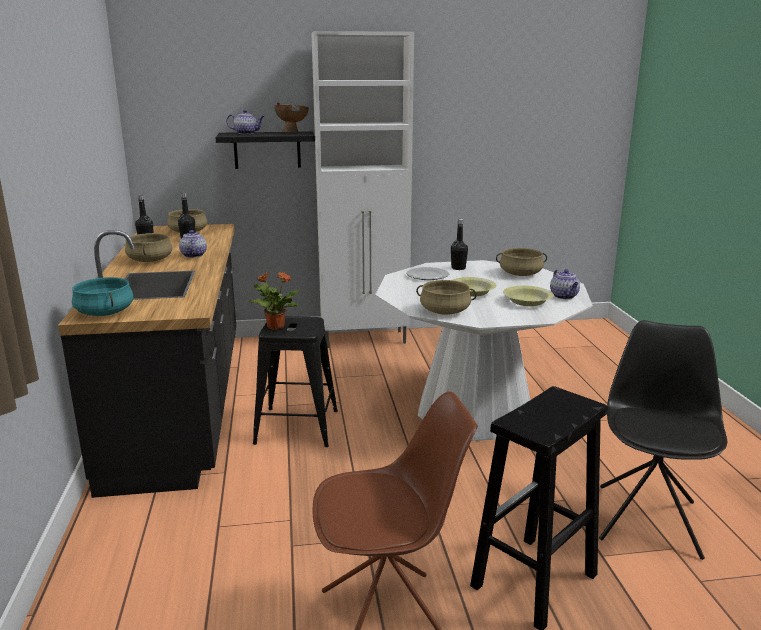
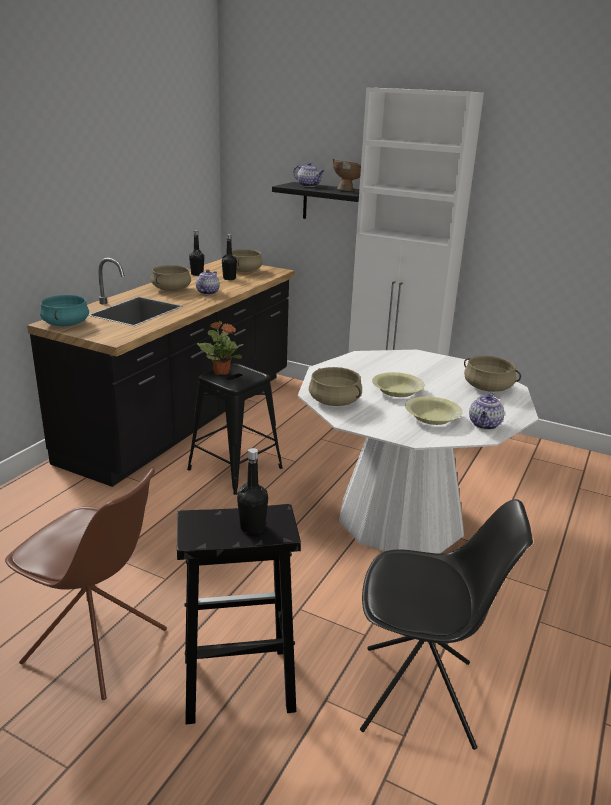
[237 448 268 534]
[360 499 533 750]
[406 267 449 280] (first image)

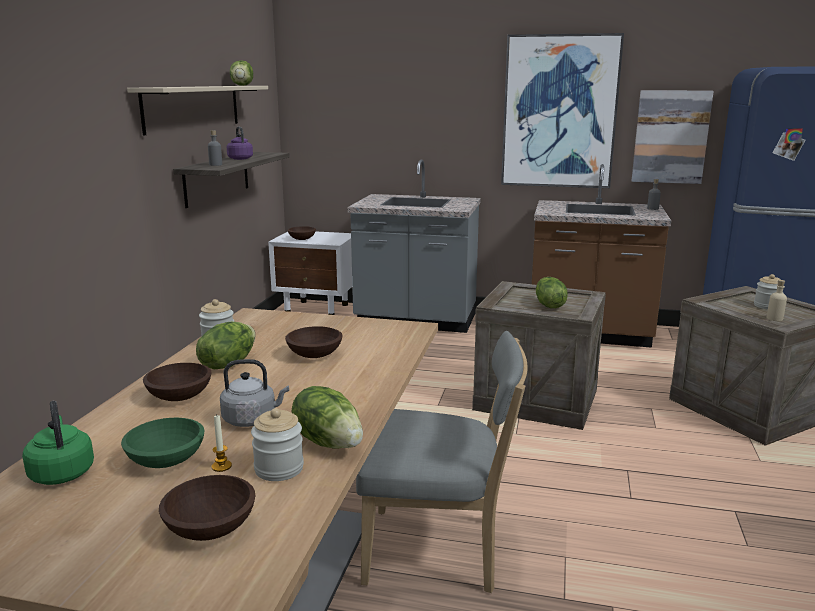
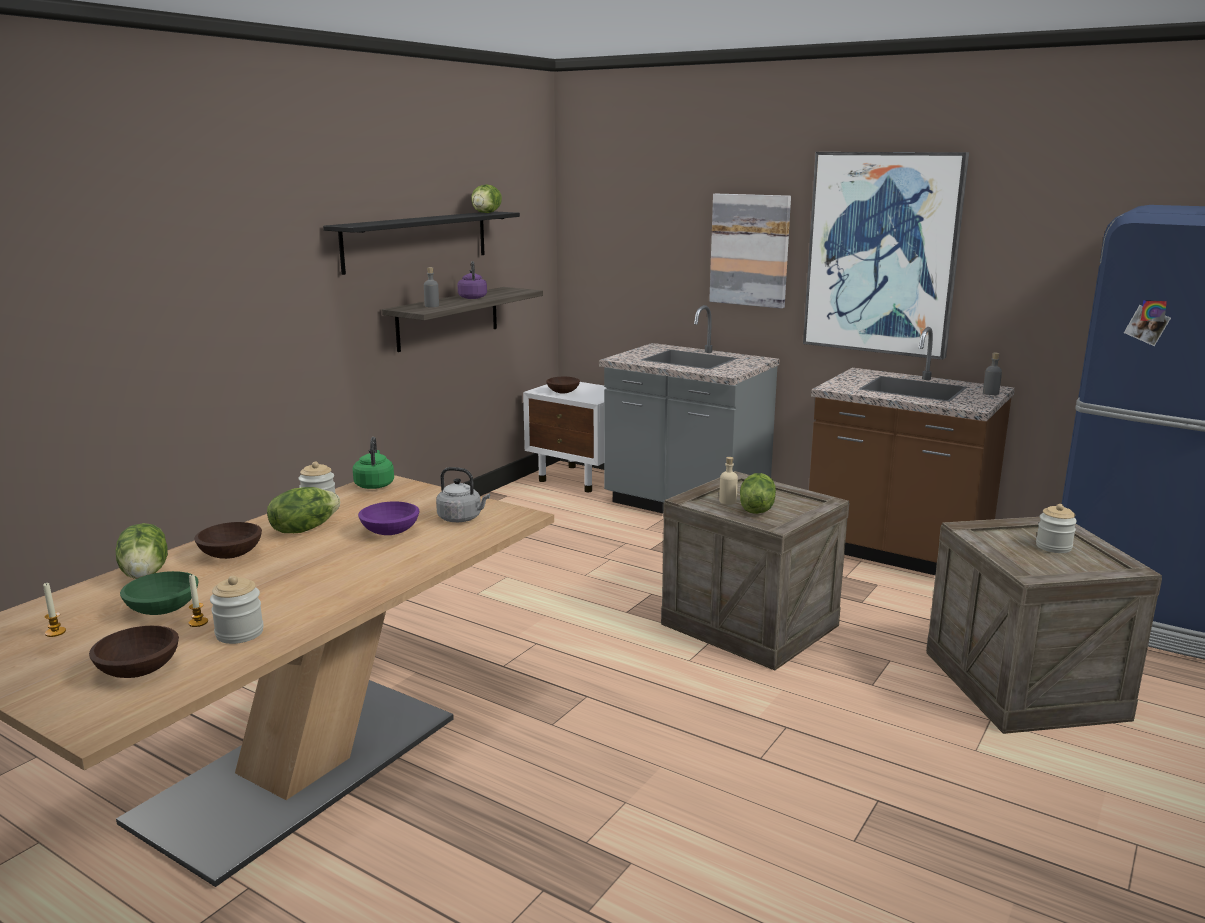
[43 583 66 637]
[116 523 168 579]
[323 212 520 275]
[353 437 394 489]
[358 501 419 535]
[436 467 490 522]
[709 194 791 309]
[719 457 738 505]
[356 331 528 593] (first image)

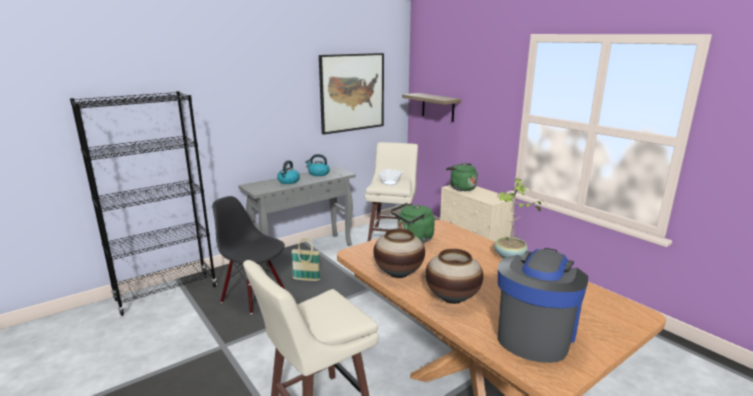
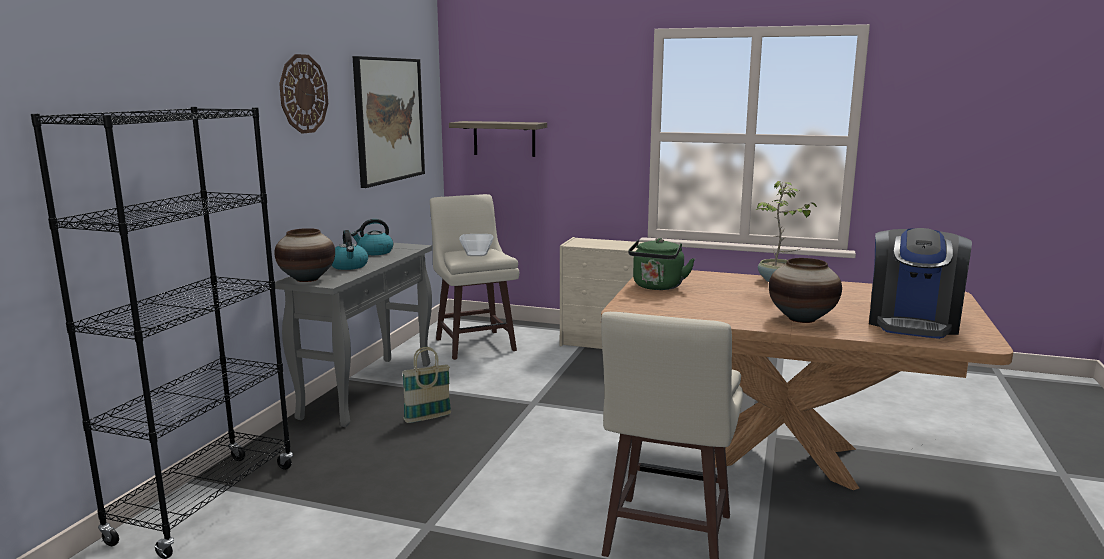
[274 228 335 282]
[279 54 328 134]
[869 228 972 339]
[212 196 285 314] (first image)
[446 163 477 191] (first image)

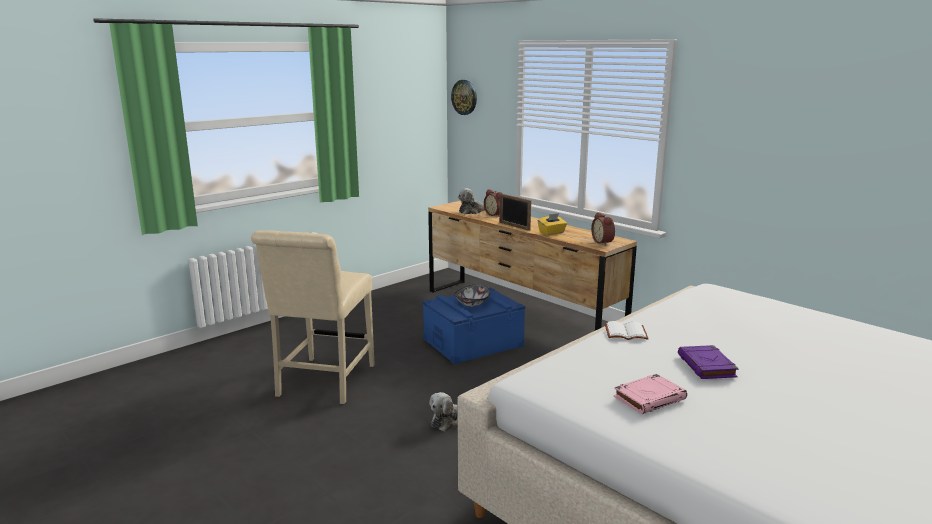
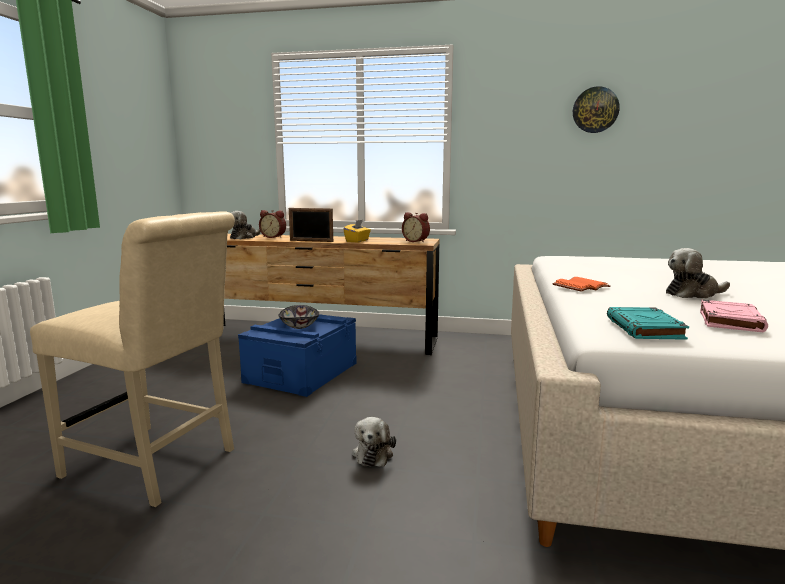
[30 211 235 507]
[553 277 610 292]
[573 86 620 133]
[607 307 689 340]
[666 248 730 299]

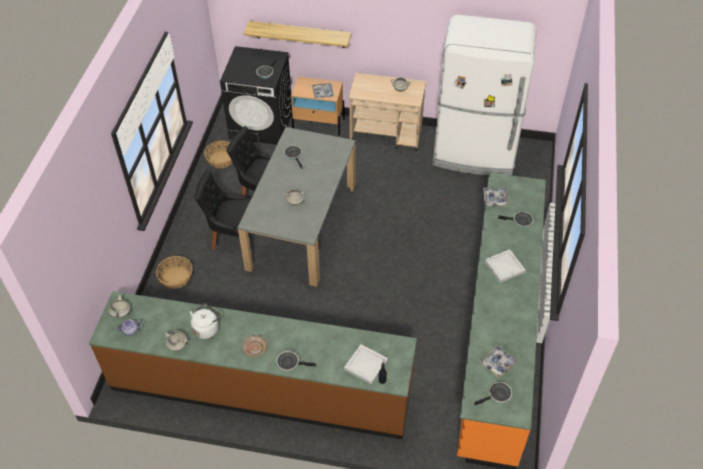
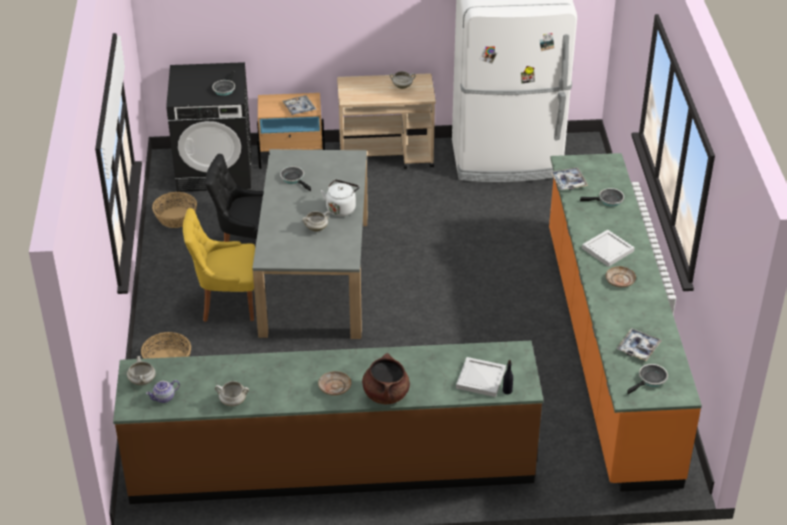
[183 208 255 322]
[321 179 360 217]
[362 353 410 404]
[606 266 636 287]
[244 21 352 48] (first image)

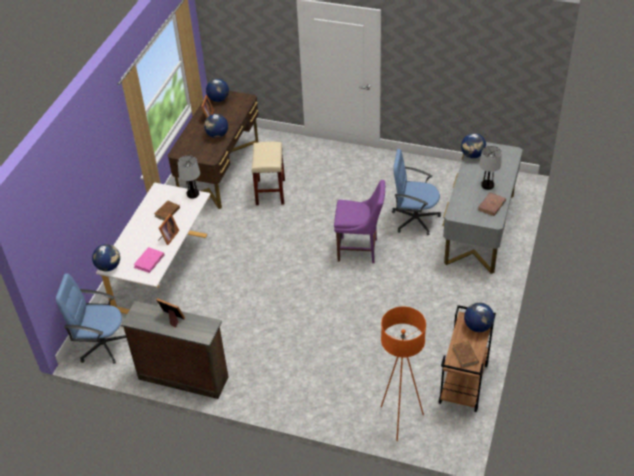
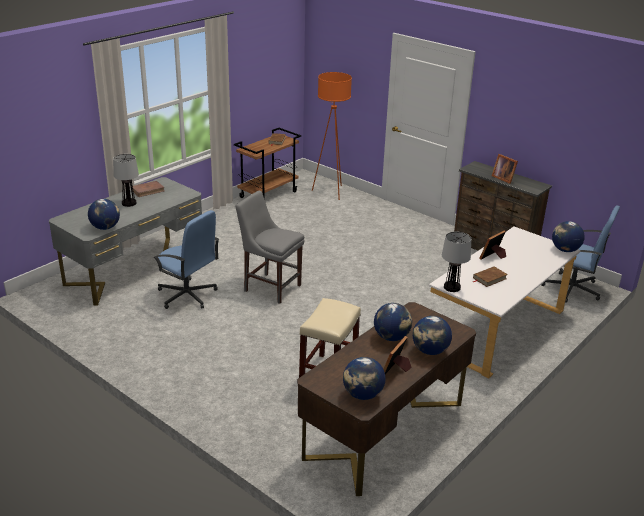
[236 191 304 304]
[413 316 452 355]
[134 247 164 273] (first image)

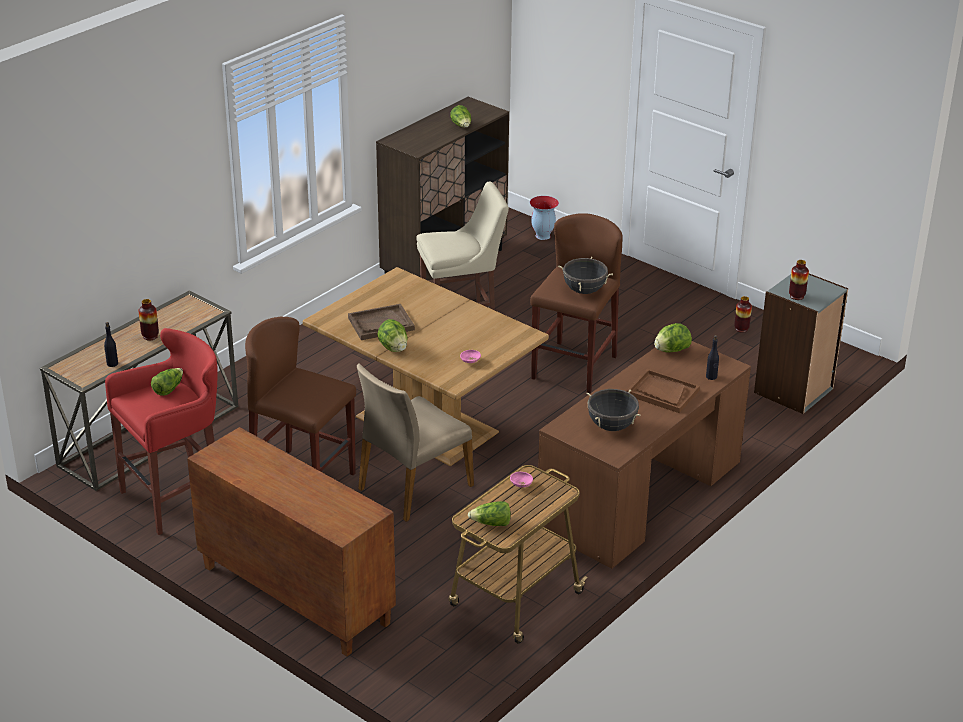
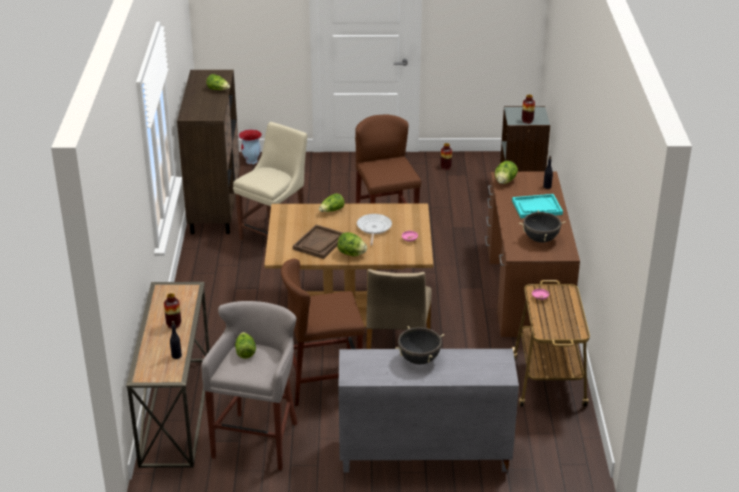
[201 301 298 470]
[319 193 345 212]
[338 349 519 472]
[357 214 392 245]
[395 326 444 365]
[512 194 563 218]

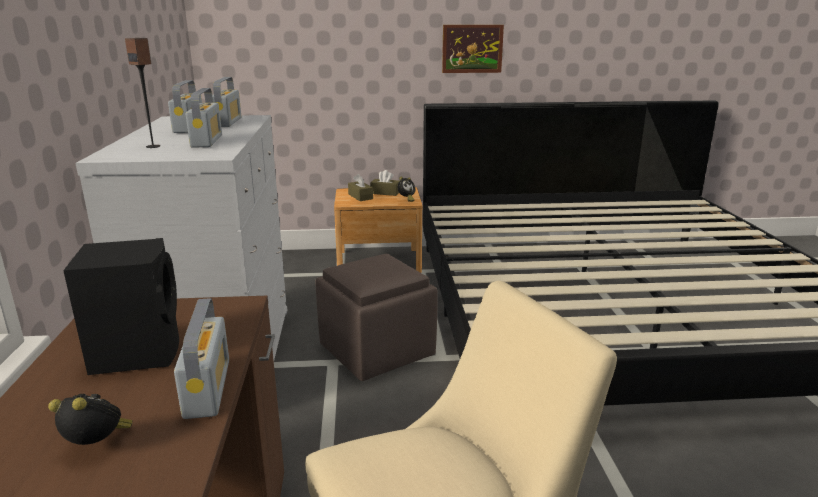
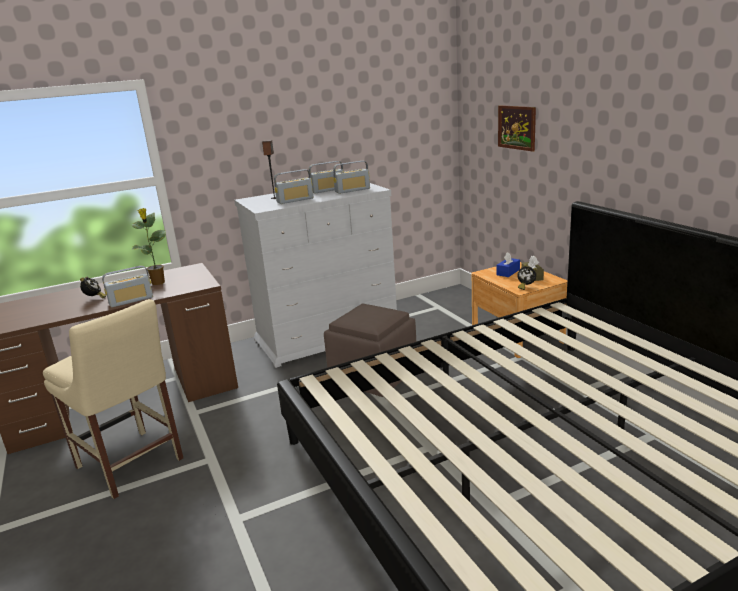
[131 208 166 285]
[497 252 520 277]
[498 105 536 152]

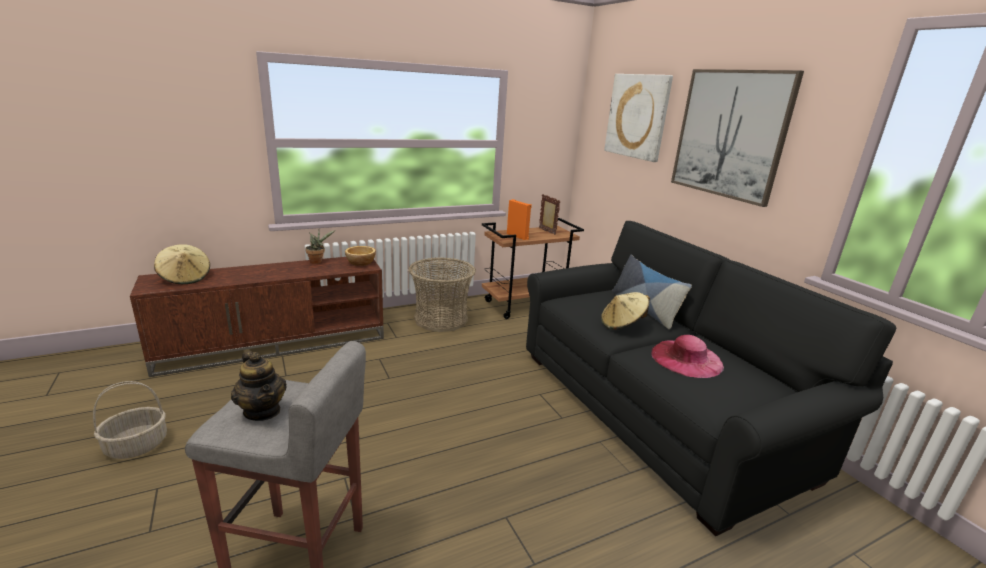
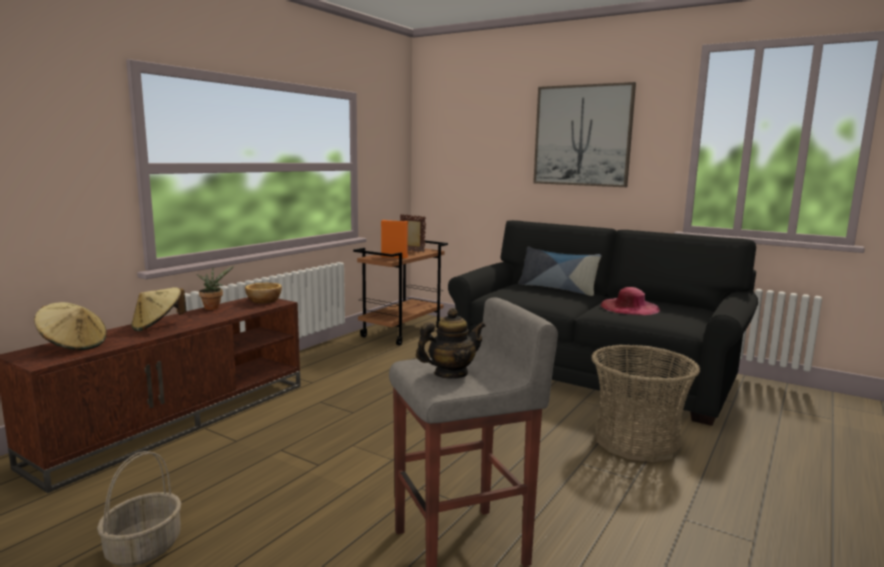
[131 287 186 331]
[416 308 486 379]
[591 344 700 462]
[604 74 673 162] (first image)

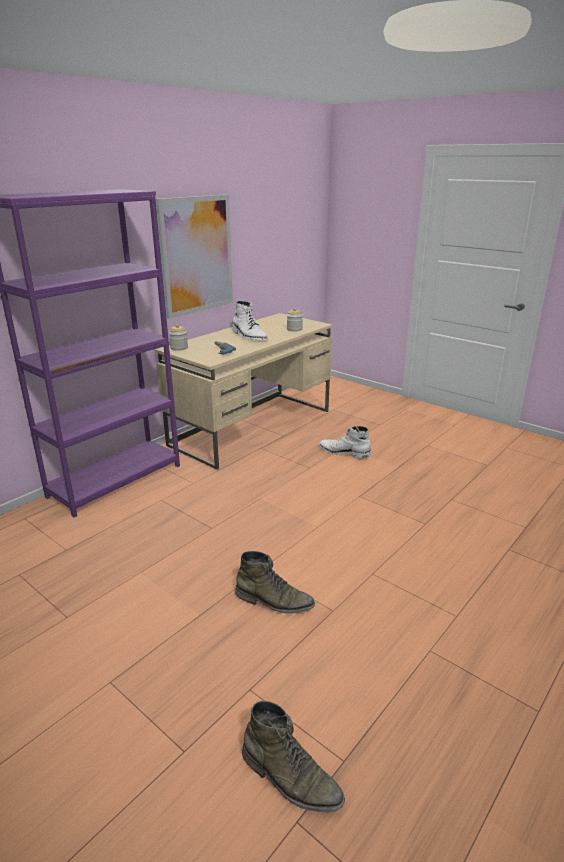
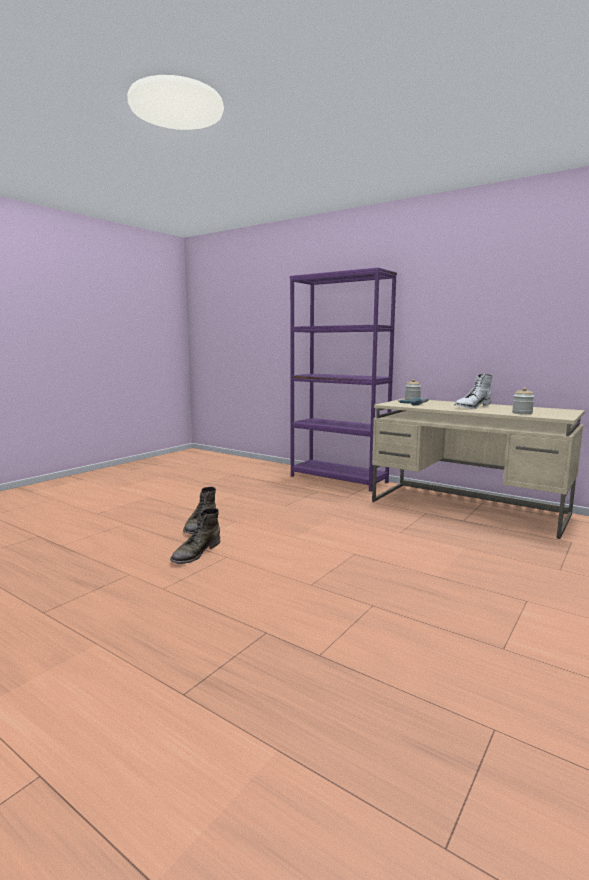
[170 508 220 564]
[156 194 233 319] (first image)
[319 426 371 459] (first image)

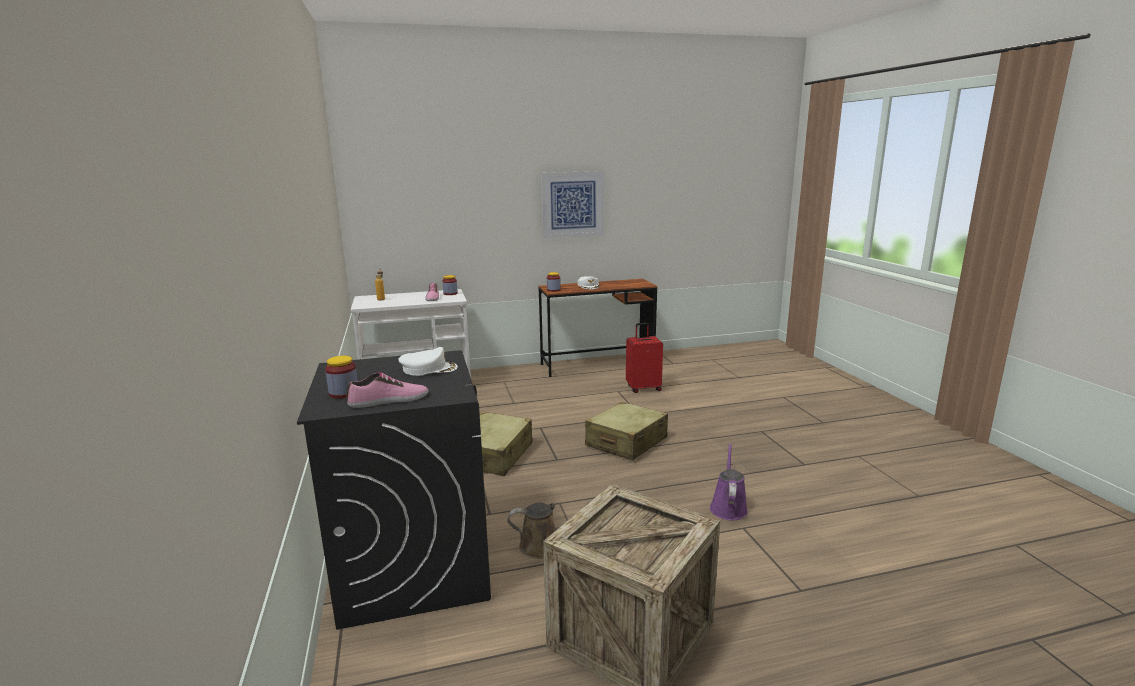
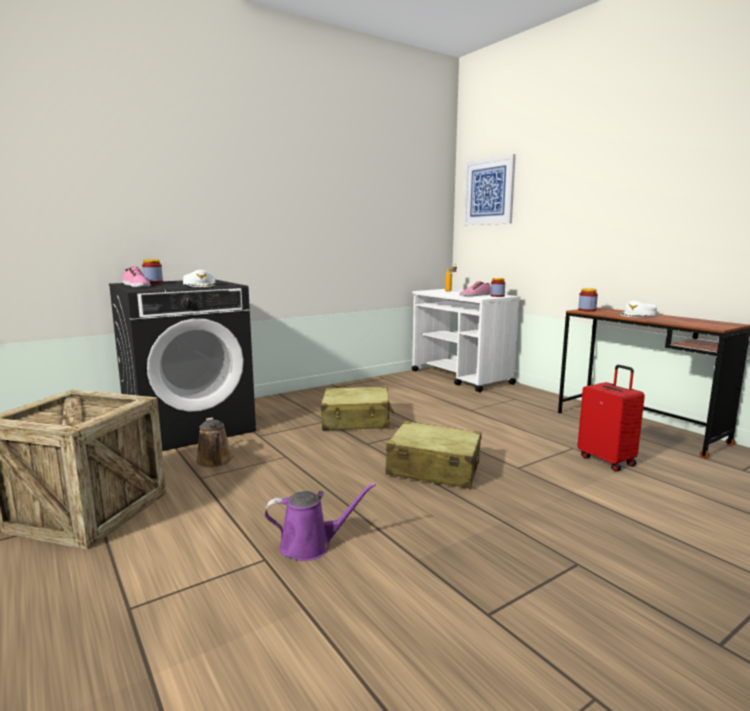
[463 154 516 225]

